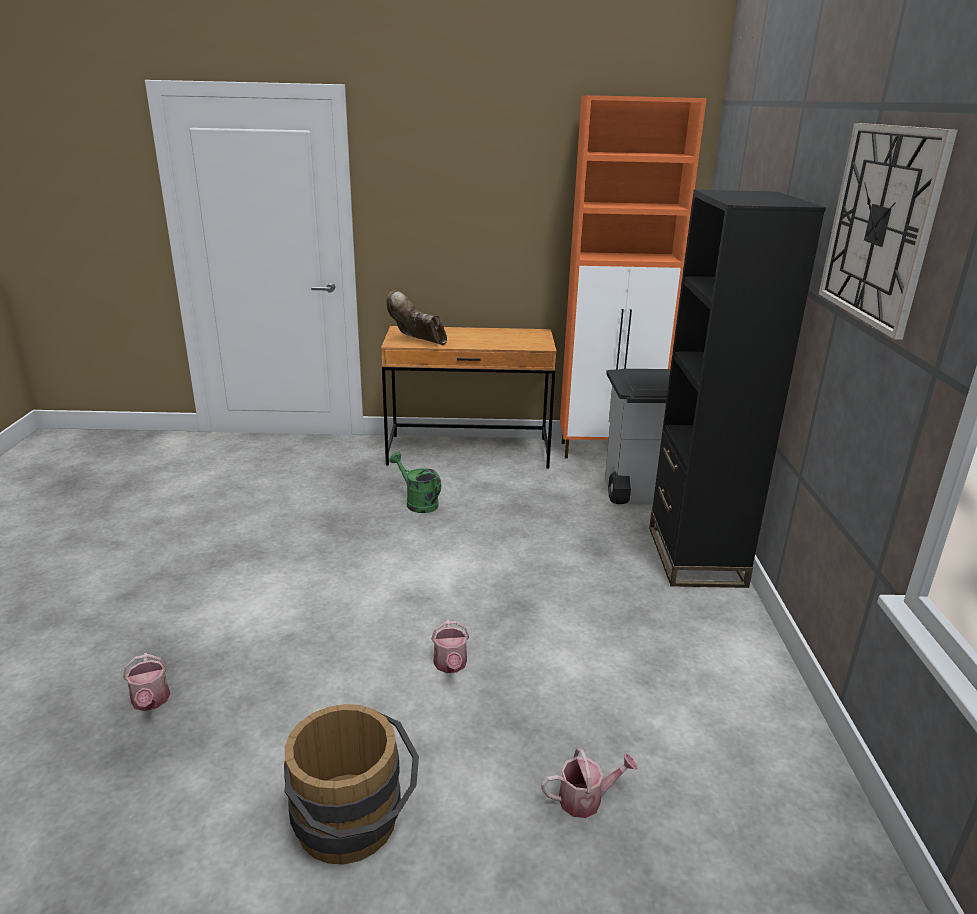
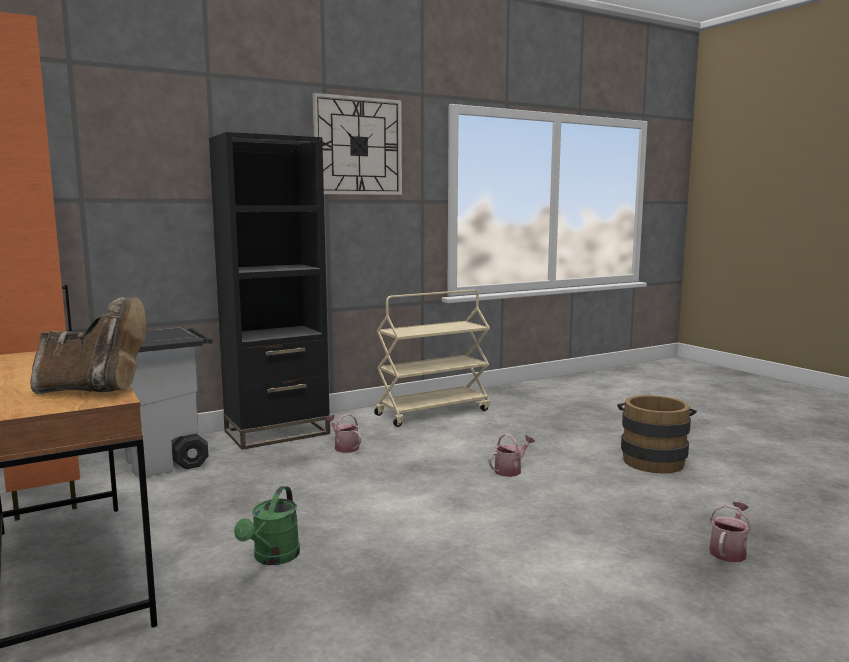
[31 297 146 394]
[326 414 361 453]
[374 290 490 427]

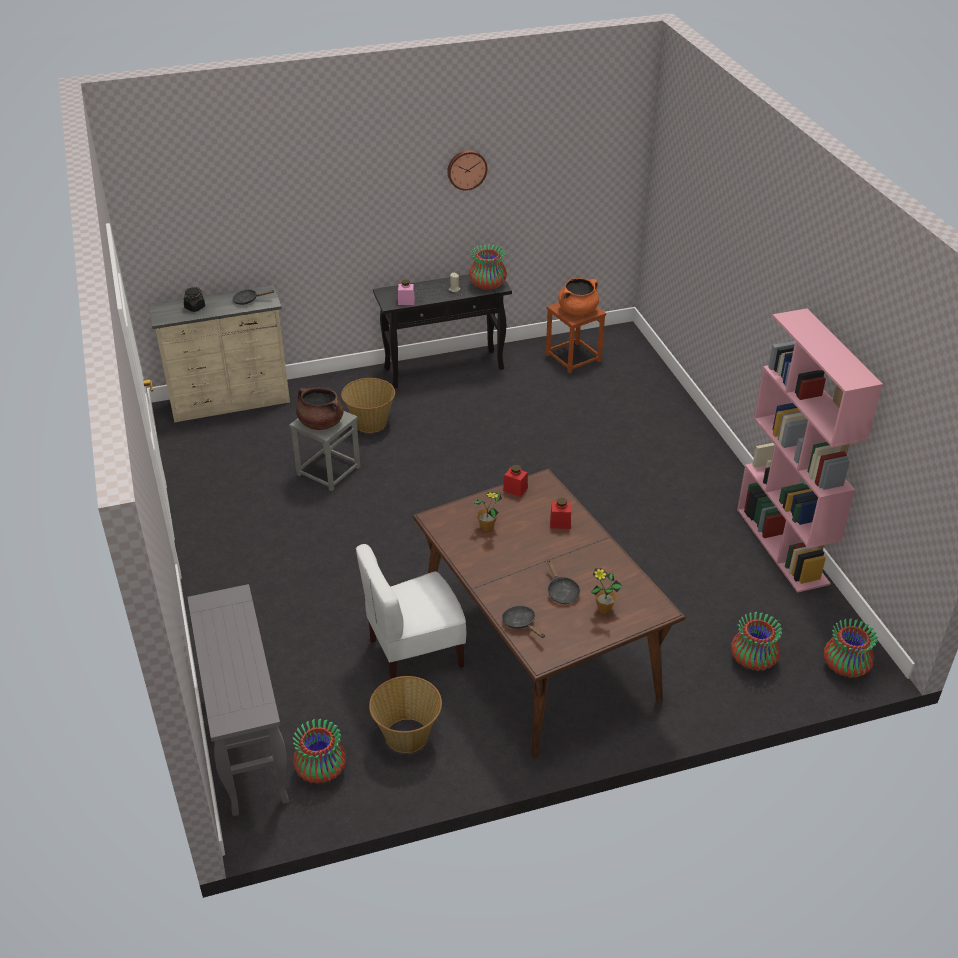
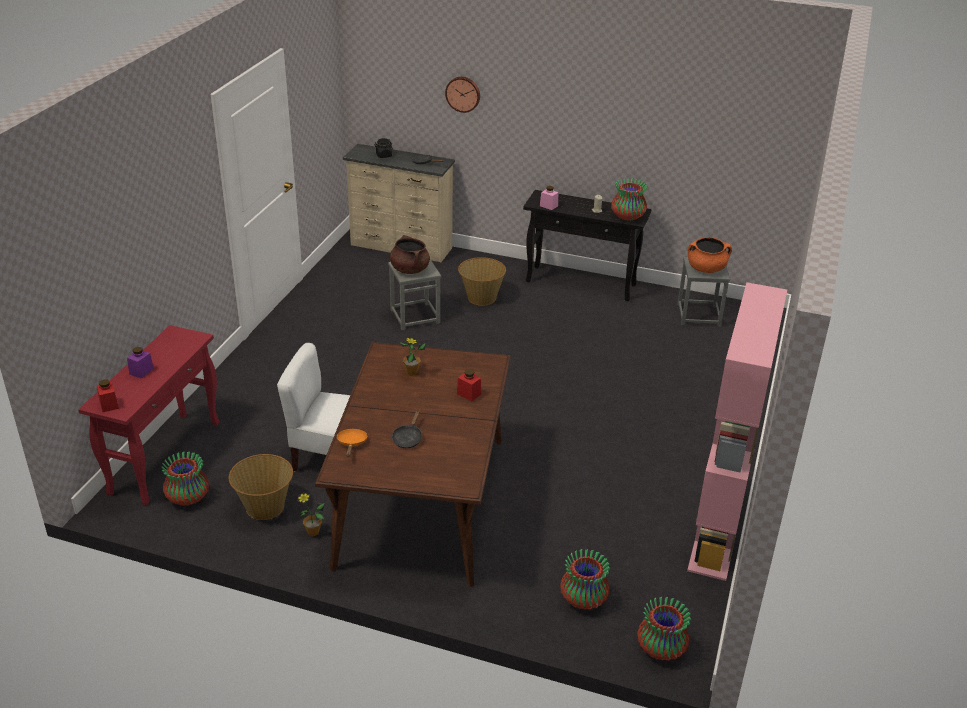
[78 325 219 505]
[97 380 119 412]
[127 347 154 379]
[298 492 325 536]
[337 429 368 457]
[445 77 480 113]
[678 257 730 327]

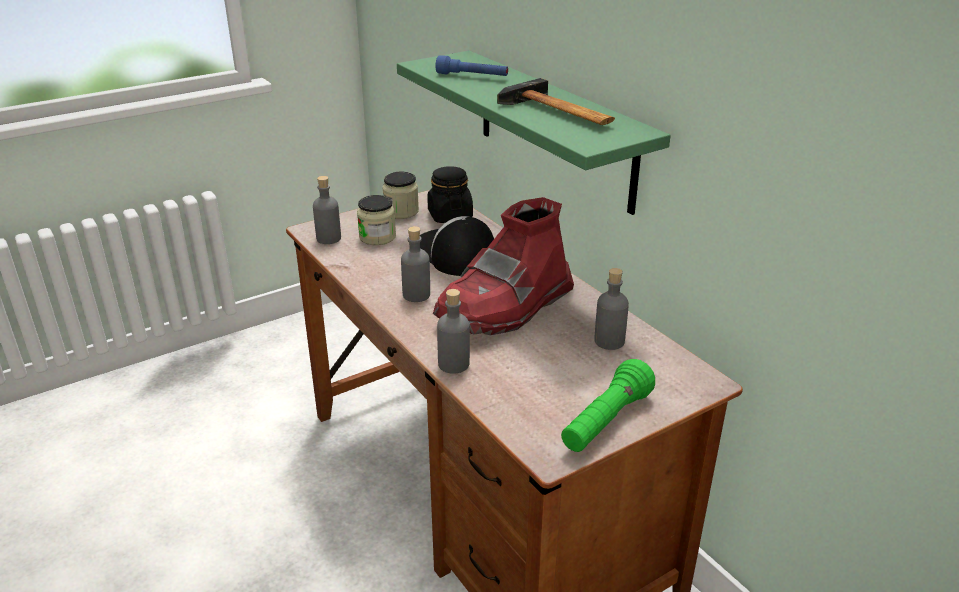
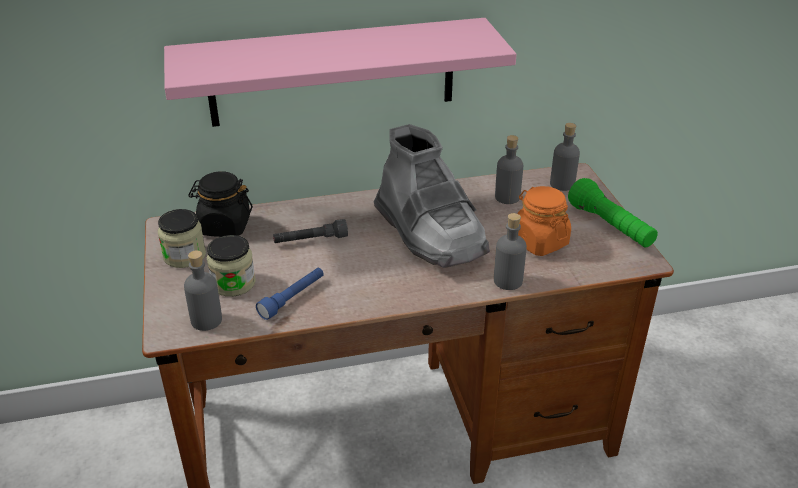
[164 18 517 127]
[256 268 324 320]
[273 219 348 243]
[374 124 490 268]
[517 186 571 256]
[550 123 580 191]
[497 78 615 125] (first image)

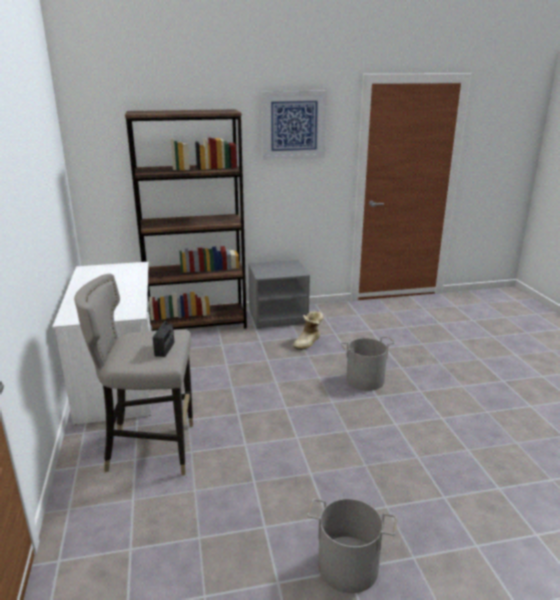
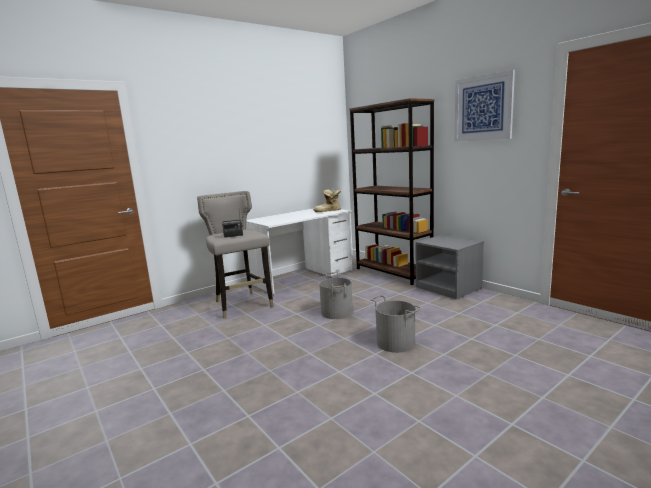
[313 190 341 212]
[319 272 353 319]

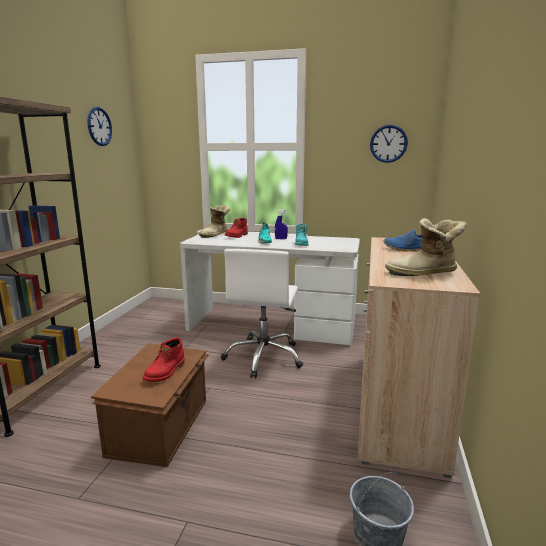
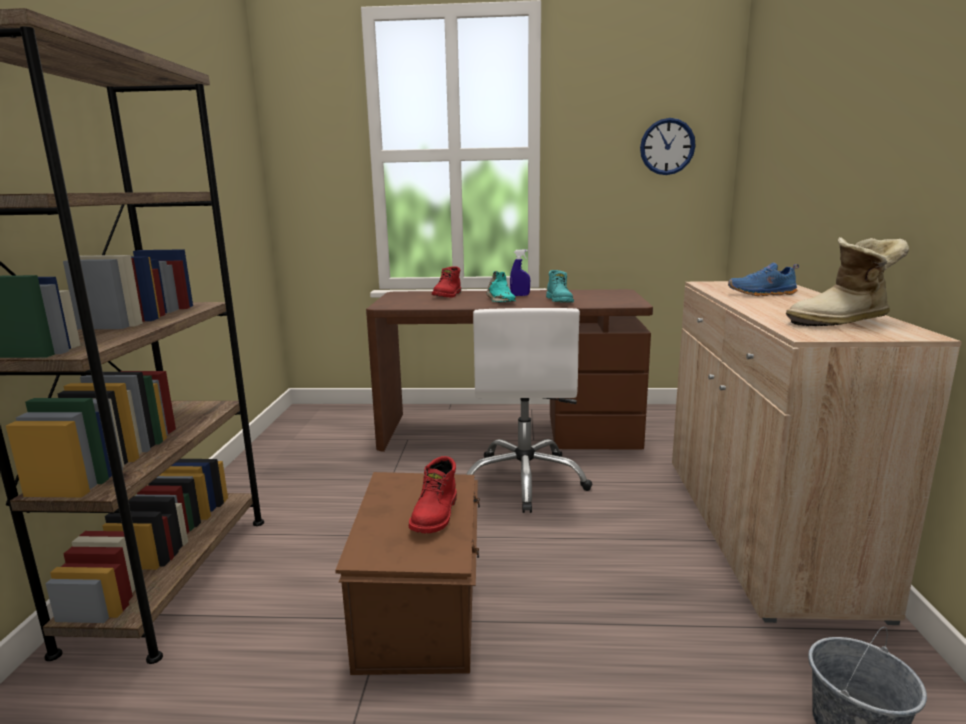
[366 289 653 452]
[87 107 112 146] (first image)
[199 205 230 238] (first image)

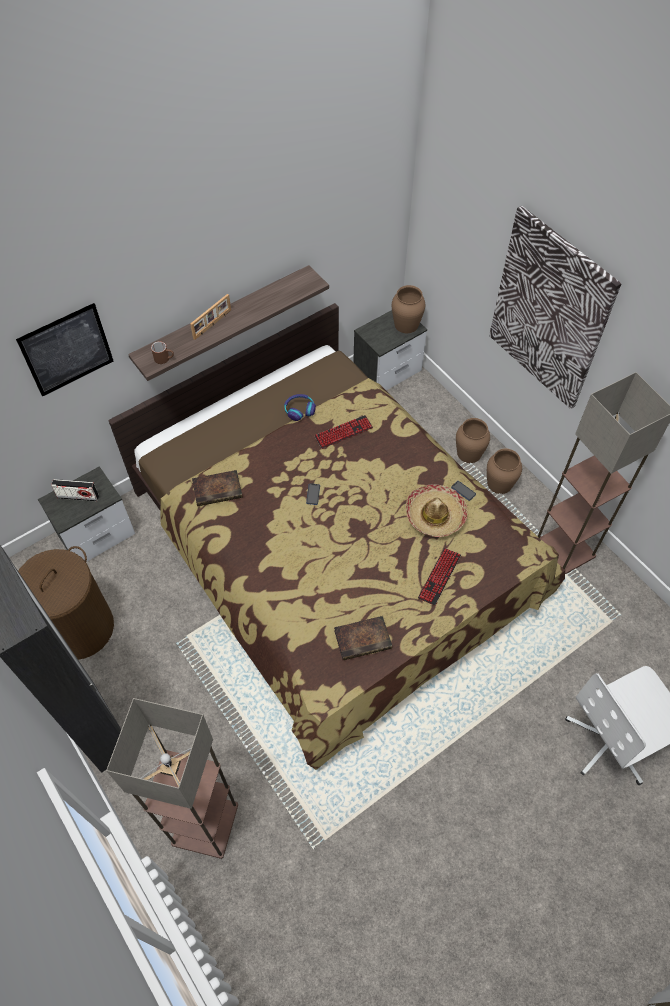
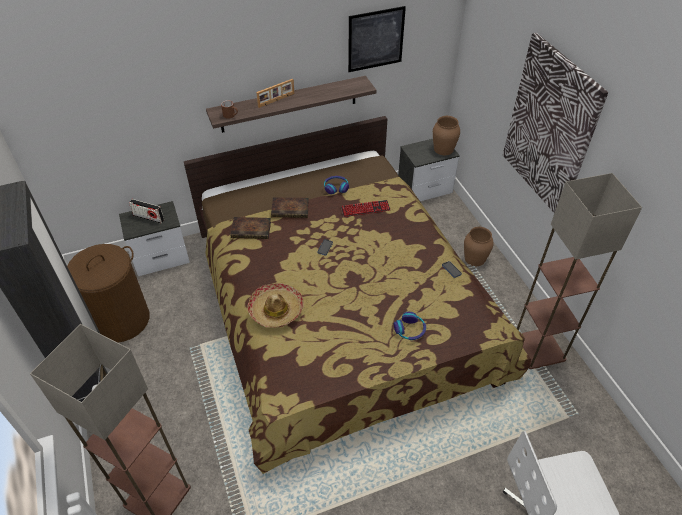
[248 283 304 328]
[271 197 309 218]
[348 6 406 72]
[394 312 426 340]
[487 449 522 494] (first image)

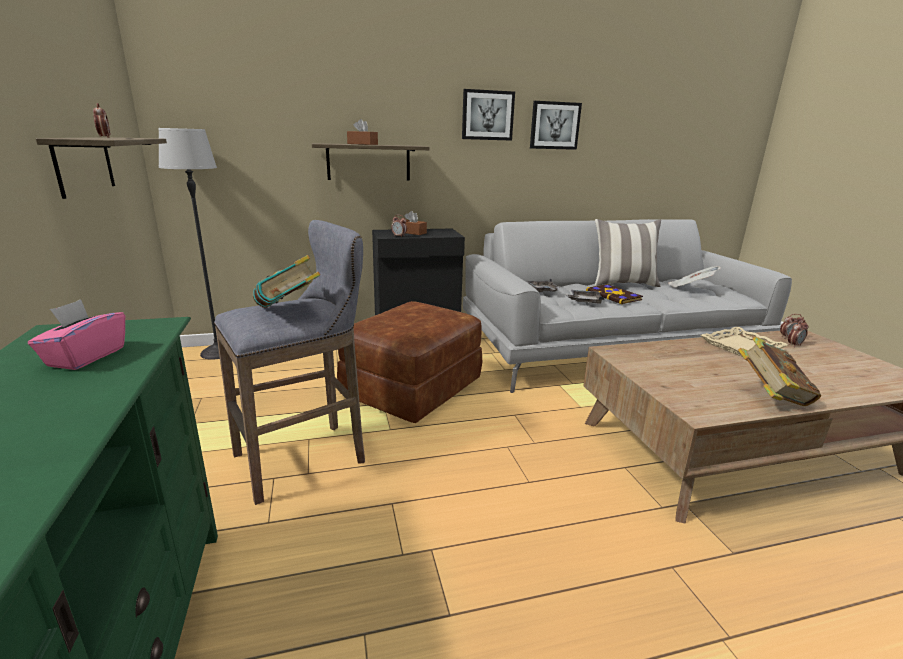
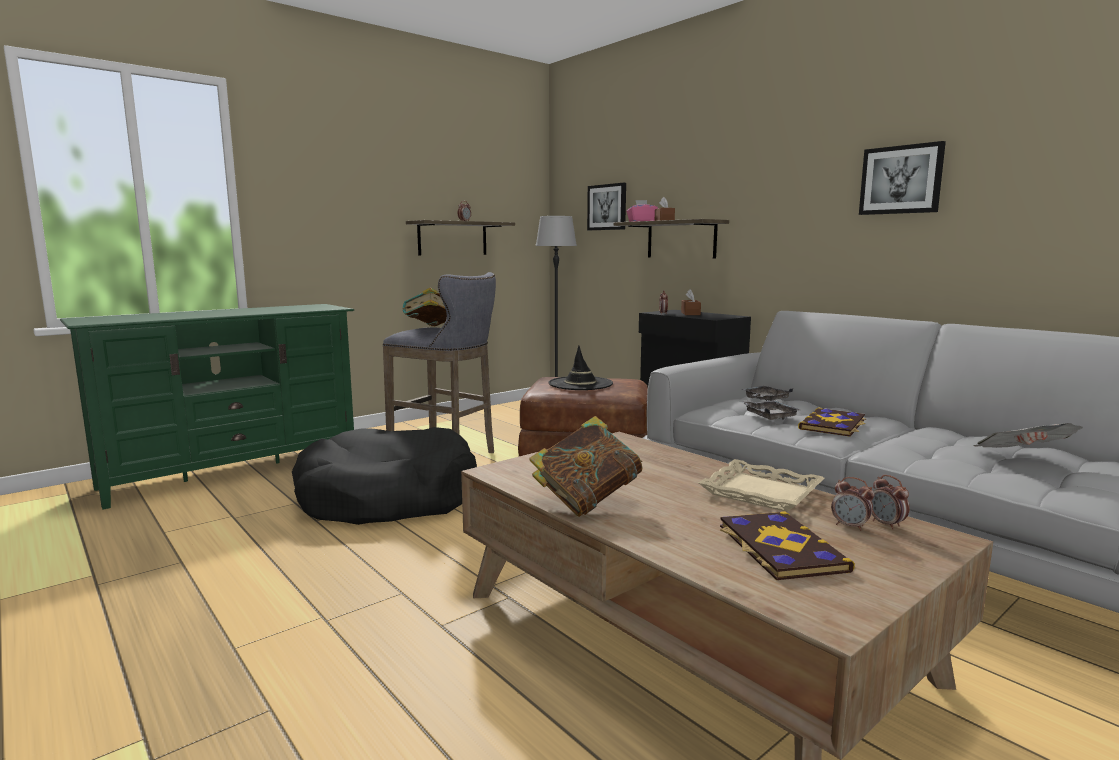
[292 427 477 525]
[549 346 613 390]
[587 183 626 230]
[626 200 658 222]
[720 511 855 580]
[595 219 661 287] (first image)

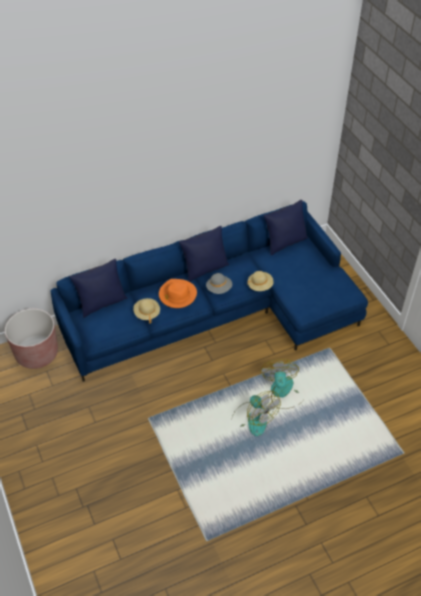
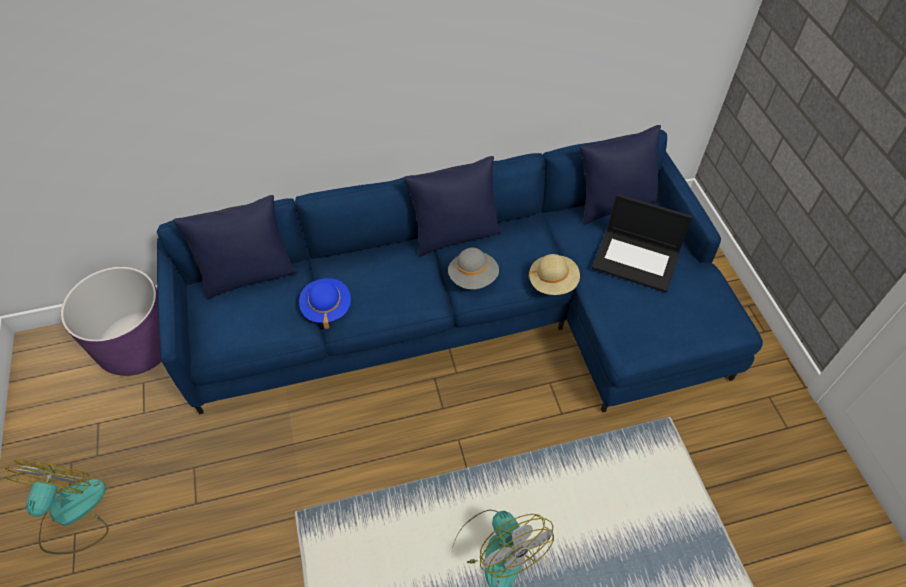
[5 459 109 554]
[61 267 162 376]
[299 278 351 329]
[592 194 693 293]
[159 279 197 308] (first image)

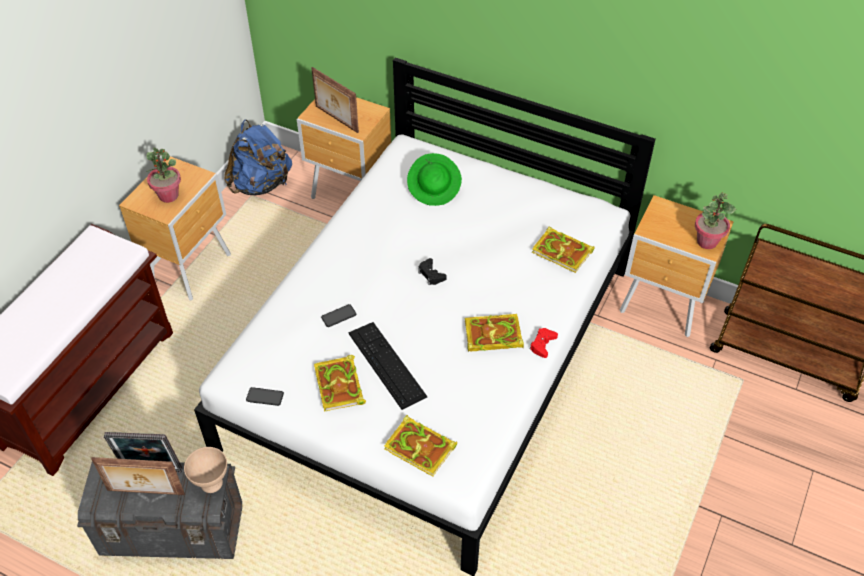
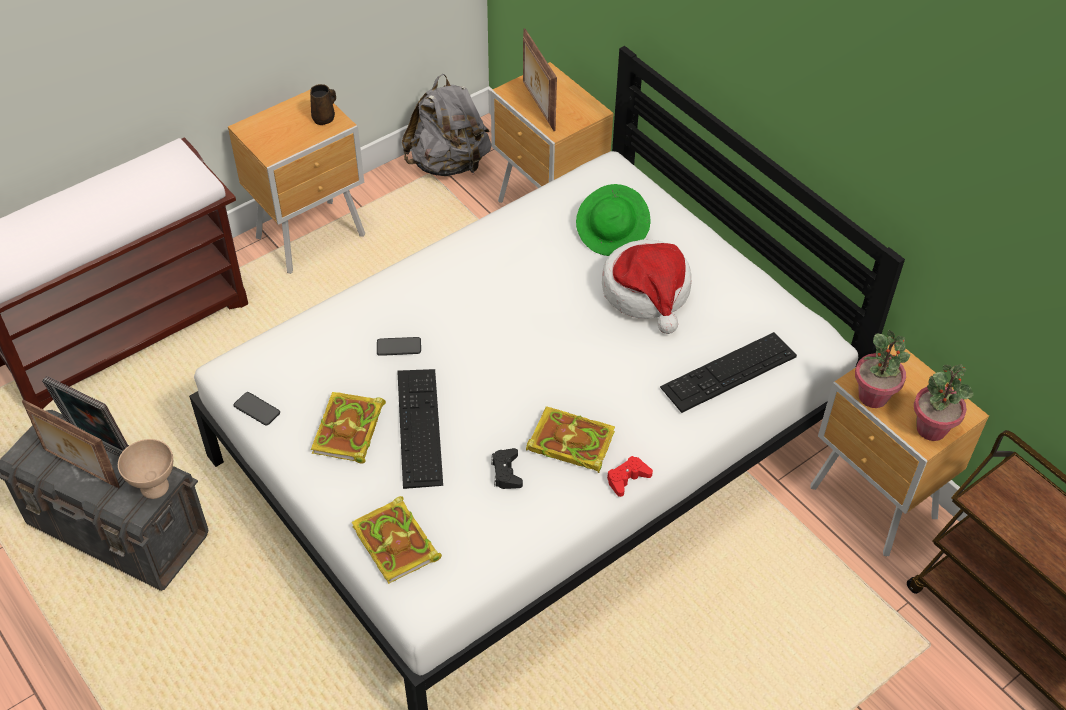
[310 84 336 125]
[402 74 492 176]
[491 448 523 489]
[602 240 692 334]
[660 332 797 413]
[855 330 910 408]

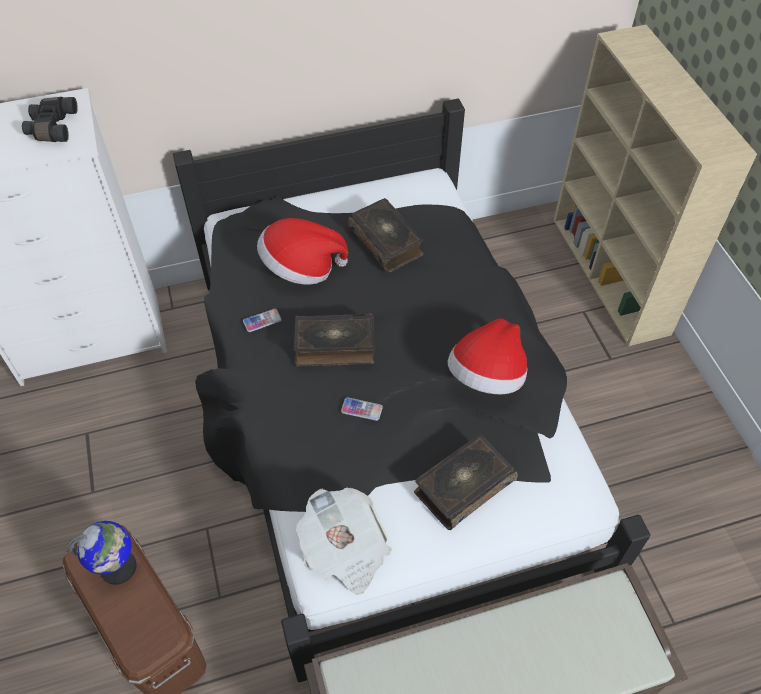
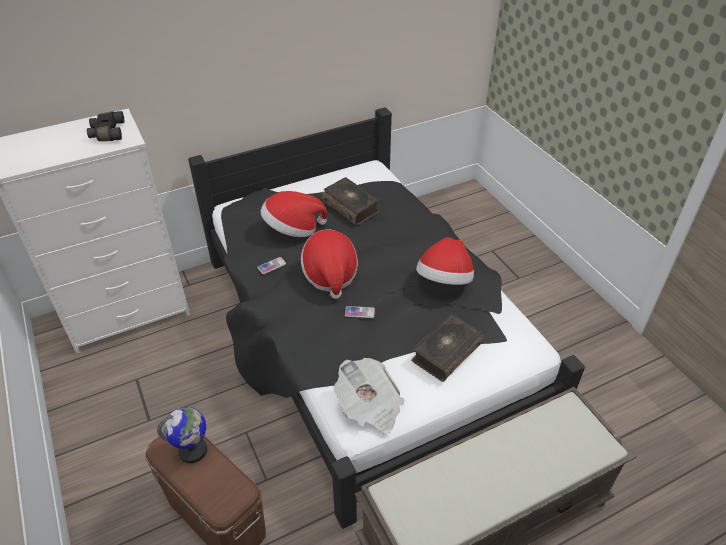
[301 230 358 299]
[554 25 757 346] (first image)

